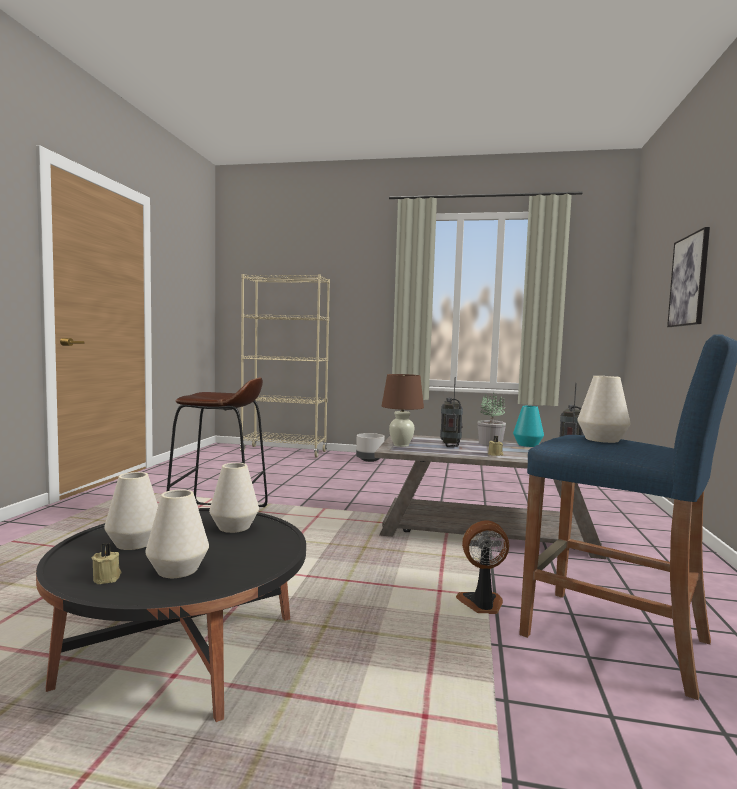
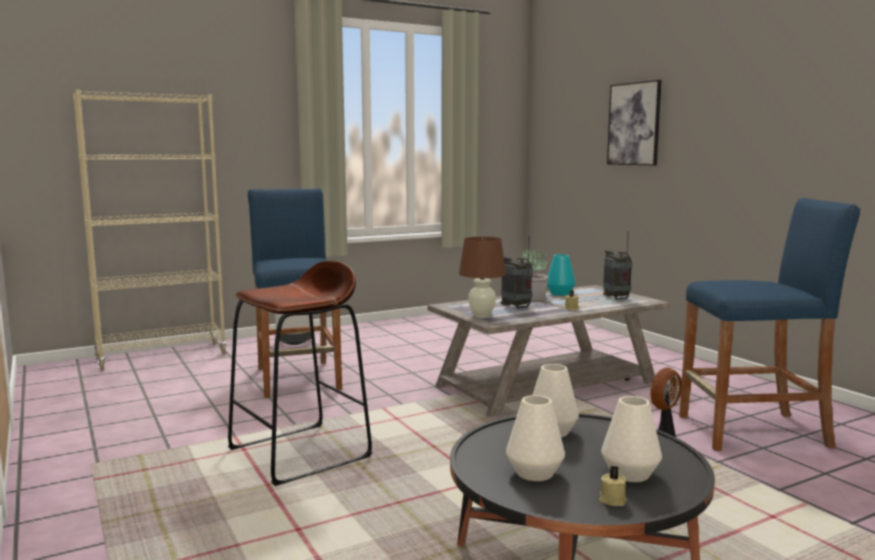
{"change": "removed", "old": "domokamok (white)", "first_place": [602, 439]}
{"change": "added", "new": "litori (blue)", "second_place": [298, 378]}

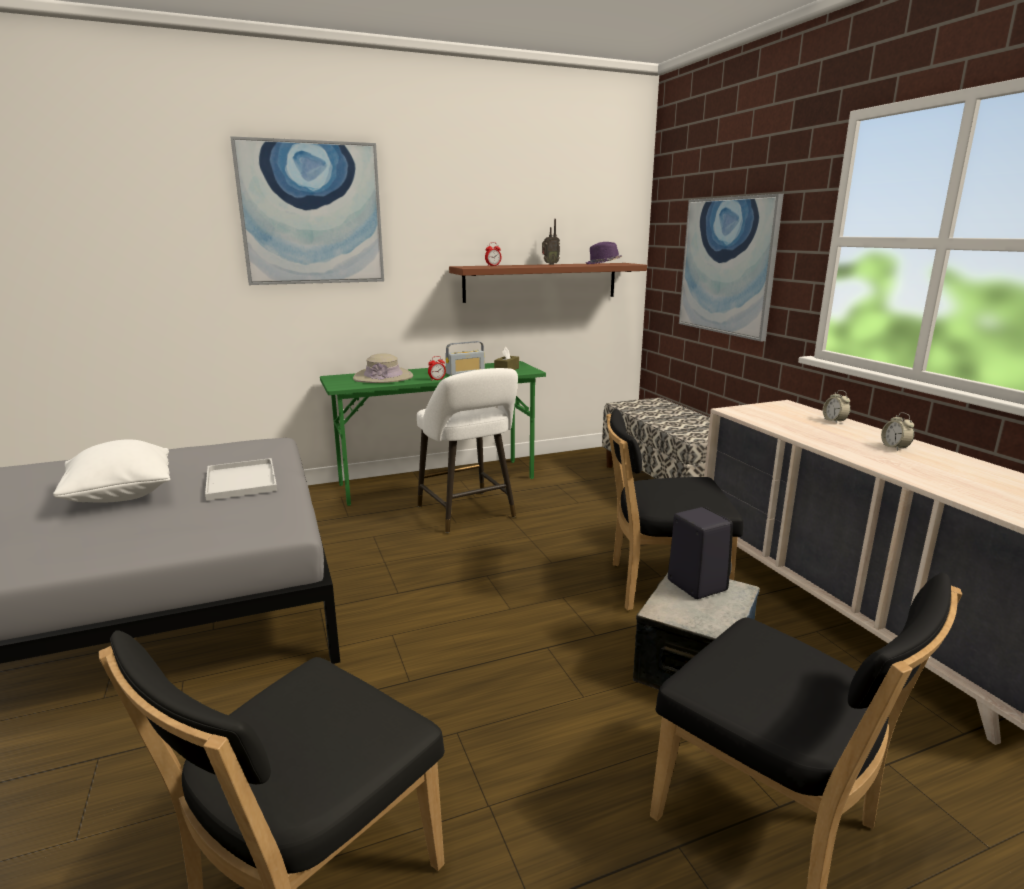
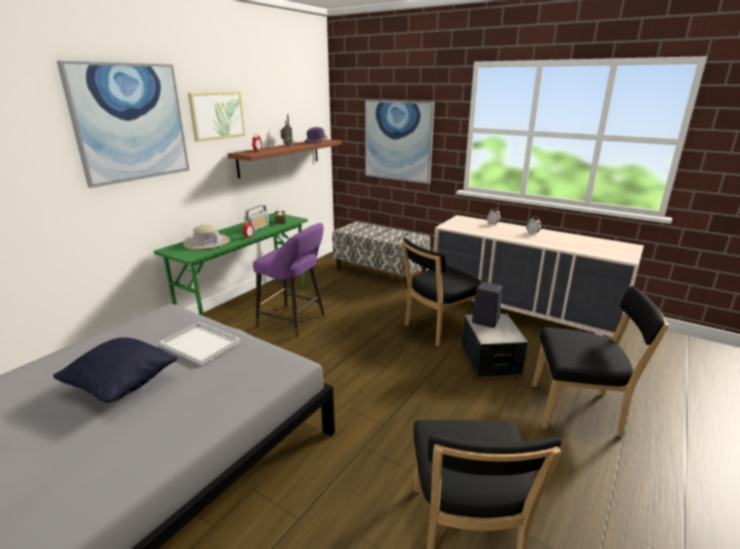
{"change": "added", "new": "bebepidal", "second_place": [217, 115]}
{"change": "recoloured", "old": "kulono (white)", "new": "kulono (black)", "first_place": [121, 496], "second_place": [122, 386]}
{"change": "recoloured", "old": "litori (white)", "new": "litori (purple)", "first_place": [468, 514], "second_place": [294, 322]}

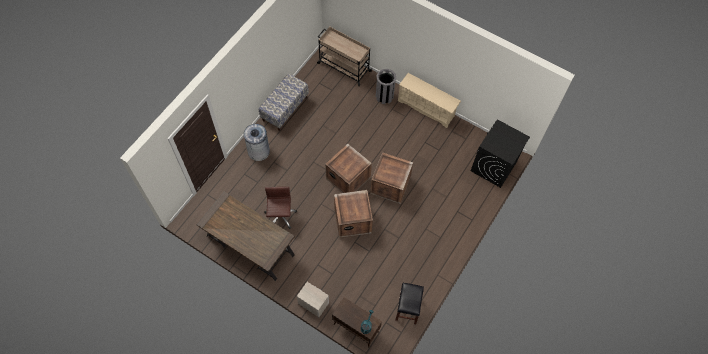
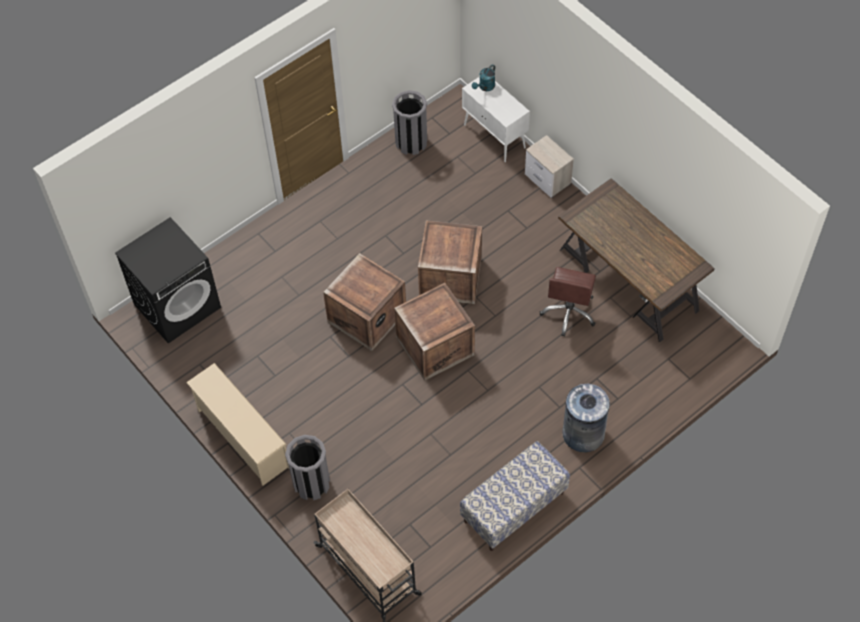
{"change": "replaced", "old": "litori (black)", "new": "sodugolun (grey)", "first_place": [407, 308], "second_place": [411, 142]}
{"change": "recoloured", "old": "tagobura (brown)", "new": "tagobura (white)", "first_place": [355, 328], "second_place": [495, 137]}

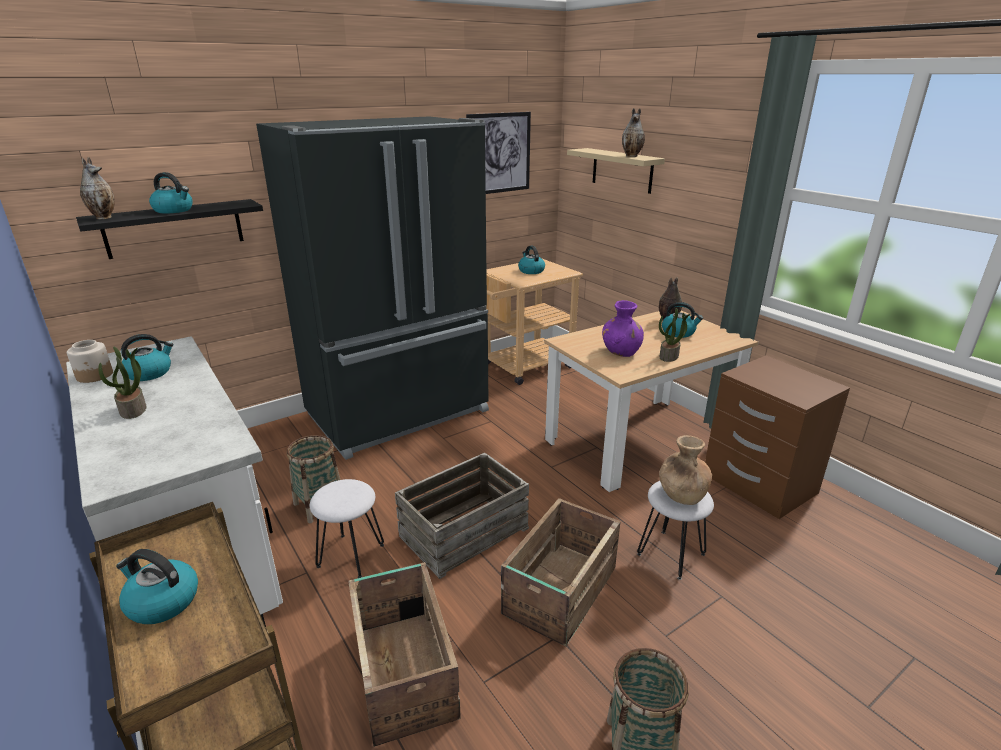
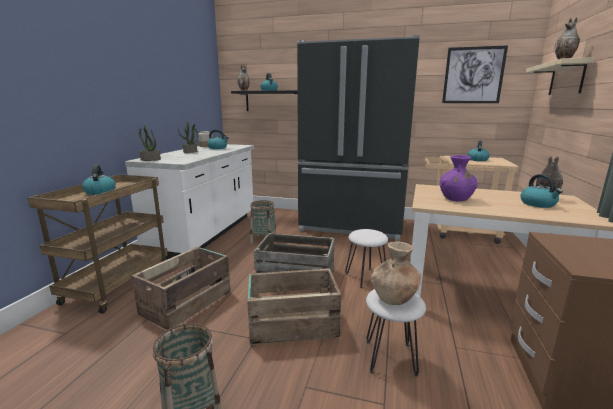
{"change": "moved", "old": "litori (white)", "first_place": [350, 555], "second_place": [365, 277]}
{"change": "moved", "old": "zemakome", "first_place": [669, 356], "second_place": [150, 160]}

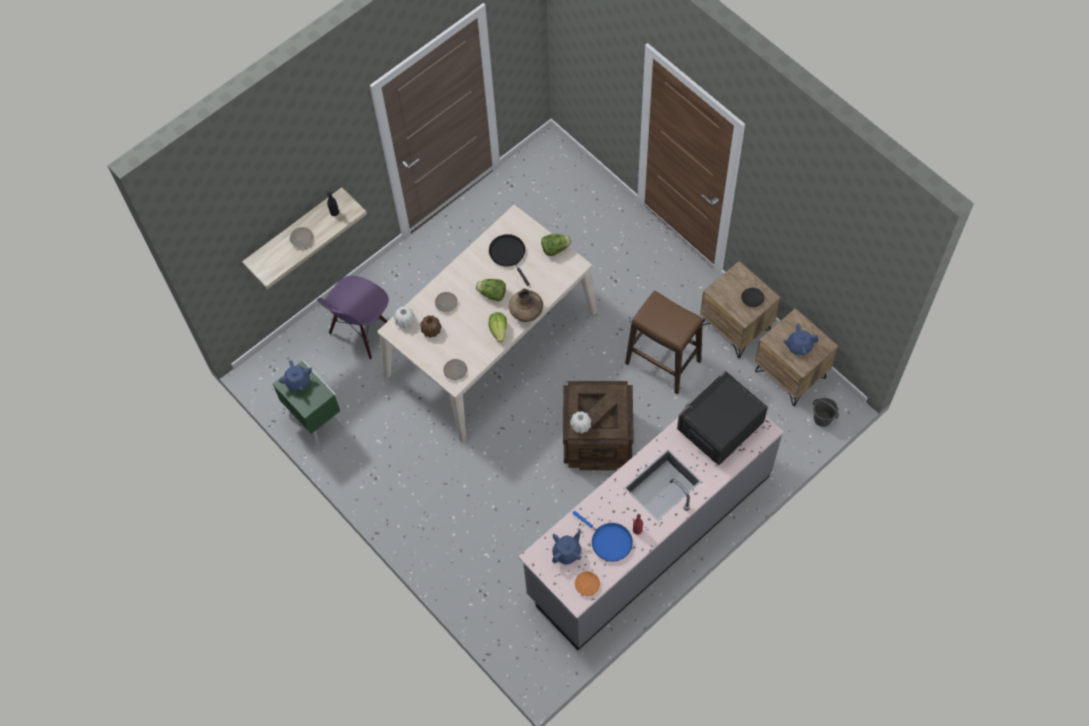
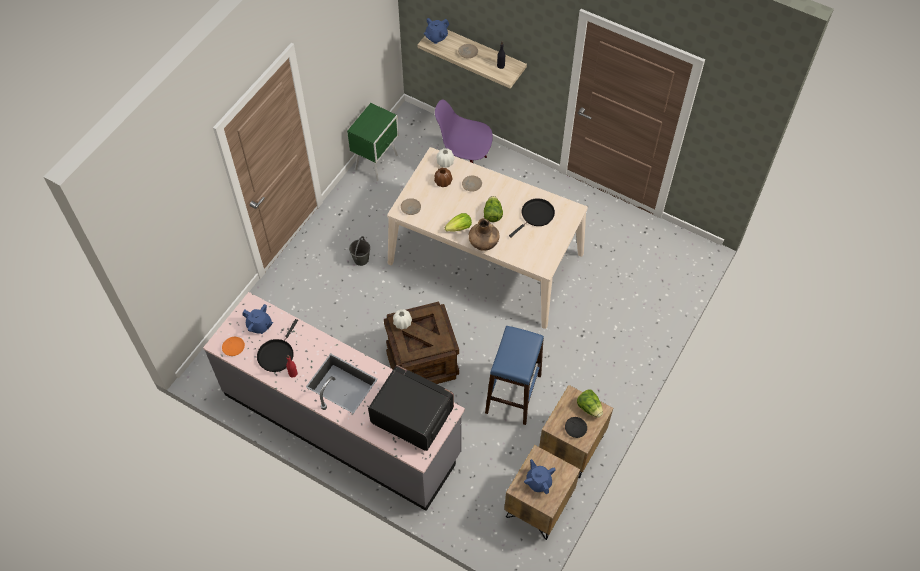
{"change": "moved", "old": "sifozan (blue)", "first_place": [298, 382], "second_place": [436, 37]}
{"change": "moved", "old": "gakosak", "first_place": [555, 249], "second_place": [589, 408]}
{"change": "moved", "old": "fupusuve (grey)", "first_place": [822, 418], "second_place": [361, 259]}
{"change": "recoloured", "old": "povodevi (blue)", "new": "povodevi (black)", "first_place": [609, 541], "second_place": [277, 354]}
{"change": "recoloured", "old": "litori (brown)", "new": "litori (blue)", "first_place": [663, 362], "second_place": [513, 394]}

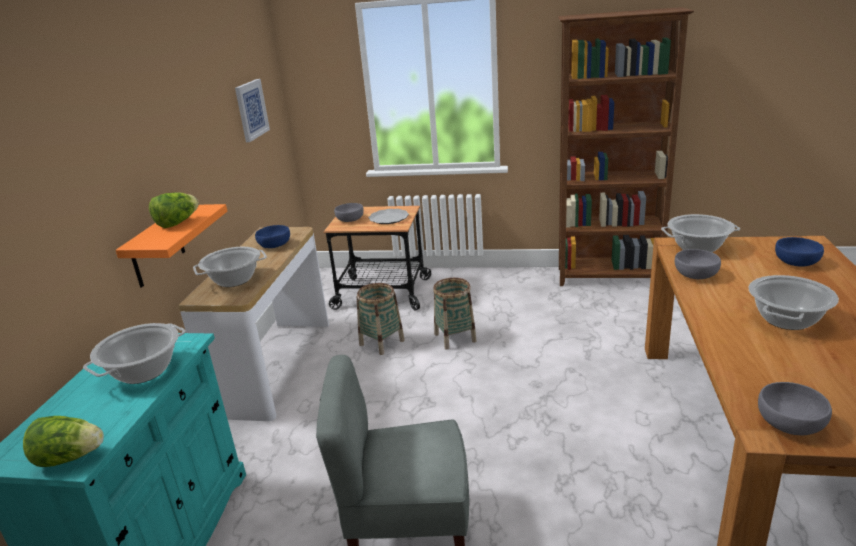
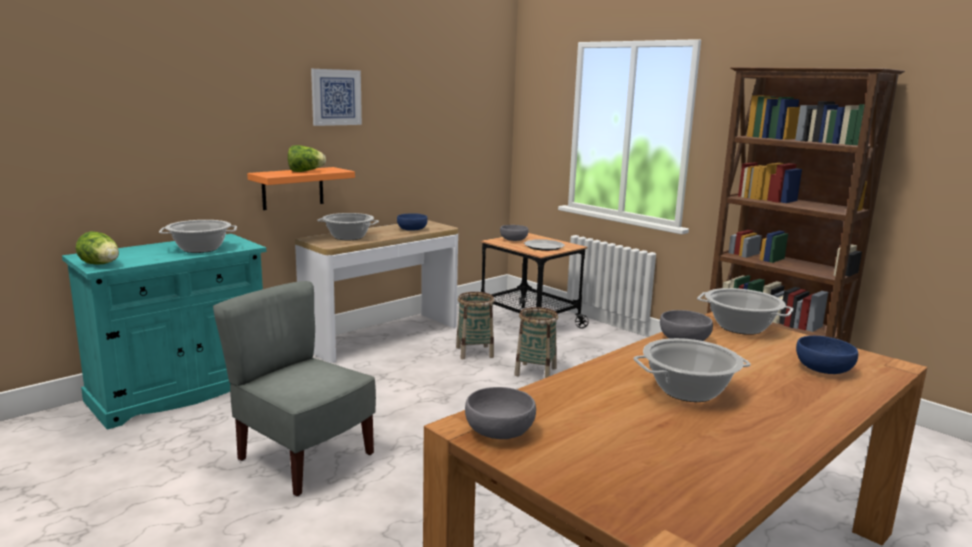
{"change": "moved", "old": "bebepidal", "first_place": [251, 110], "second_place": [336, 97]}

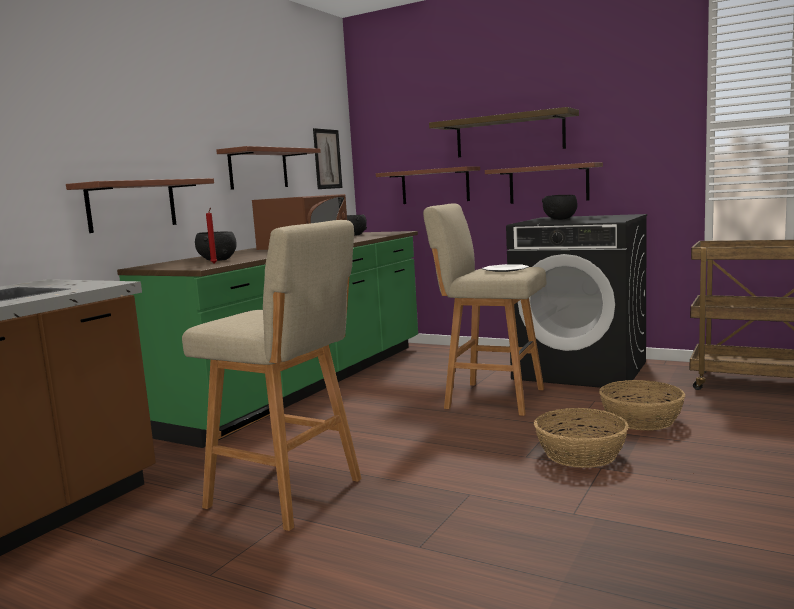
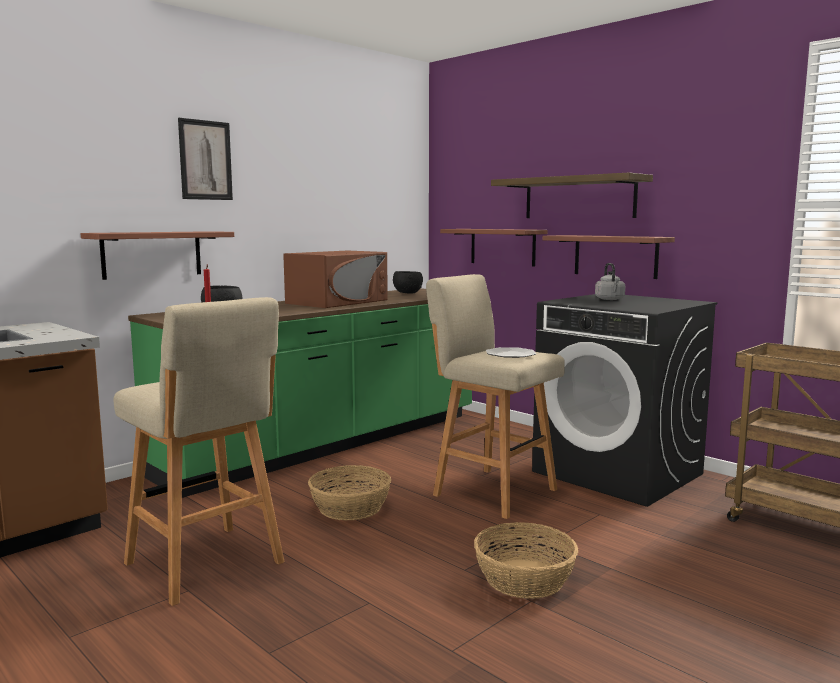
{"change": "removed", "old": "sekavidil", "first_place": [258, 169]}
{"change": "moved", "old": "bebepidal", "first_place": [327, 159], "second_place": [205, 160]}
{"change": "moved", "old": "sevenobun", "first_place": [641, 419], "second_place": [351, 507]}
{"change": "replaced", "old": "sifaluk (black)", "new": "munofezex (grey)", "first_place": [560, 219], "second_place": [610, 299]}

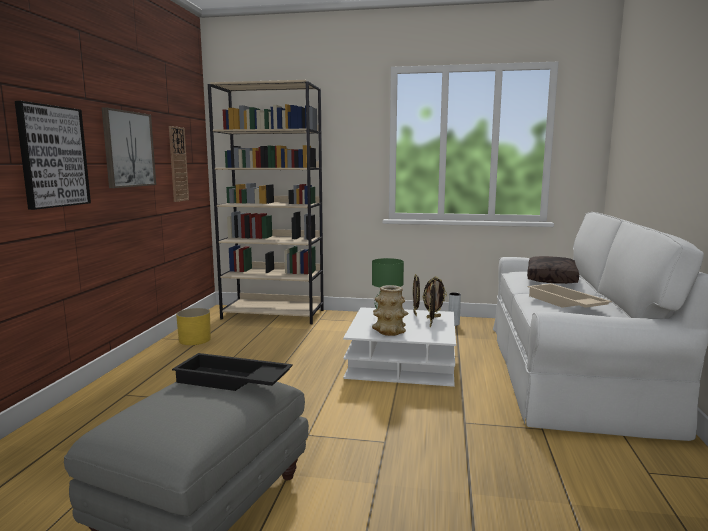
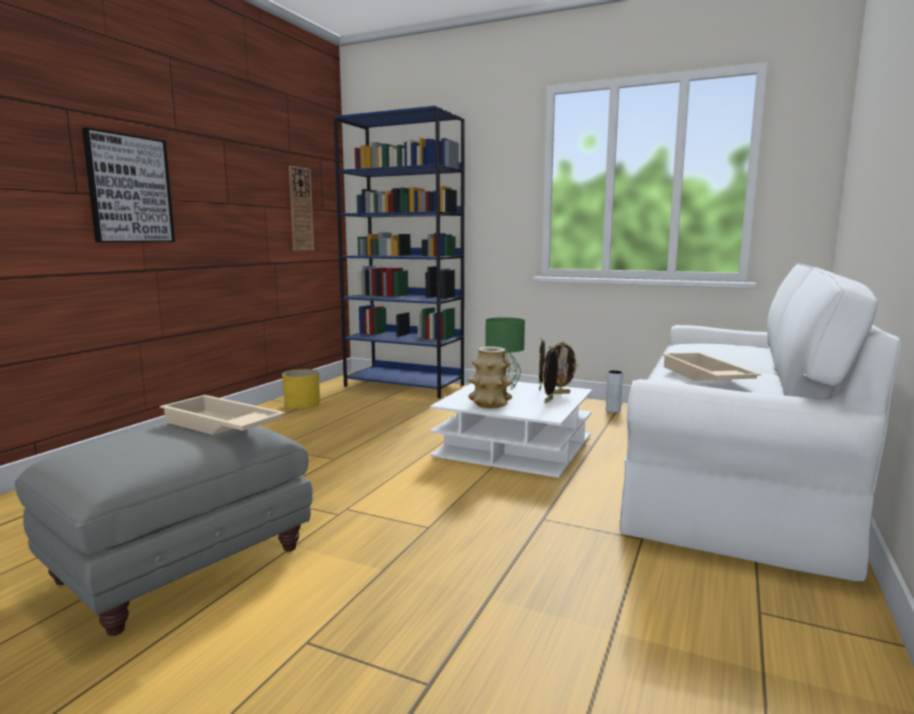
{"change": "removed", "old": "bebepidal", "first_place": [128, 149]}
{"change": "removed", "old": "kulono (brown)", "first_place": [552, 278]}
{"change": "recoloured", "old": "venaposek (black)", "new": "venaposek (beige)", "first_place": [231, 381], "second_place": [220, 426]}
{"change": "recoloured", "old": "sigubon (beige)", "new": "sigubon (blue)", "first_place": [274, 314], "second_place": [405, 386]}

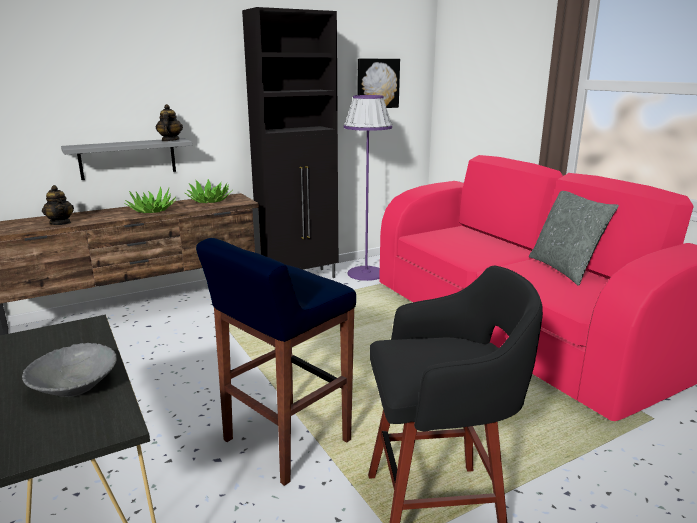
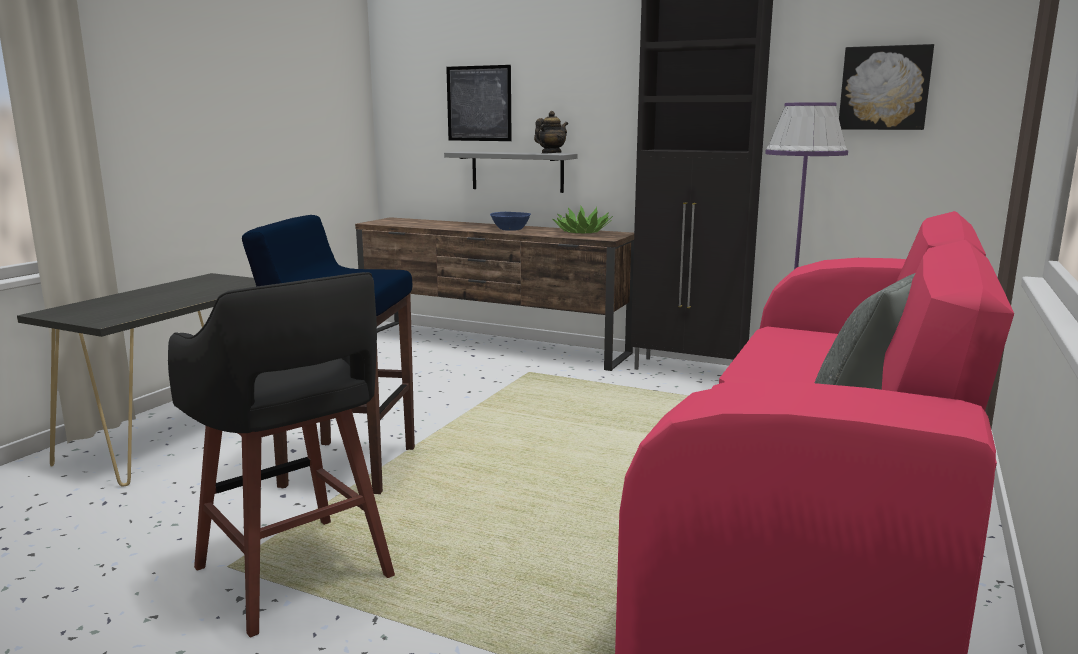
{"change": "removed", "old": "sifaluk (grey)", "first_place": [75, 387]}
{"change": "removed", "old": "sifozan", "first_place": [60, 223]}
{"change": "added", "new": "bebepidal", "second_place": [479, 103]}
{"change": "replaced", "old": "zemakome", "new": "sifaluk (blue)", "first_place": [152, 210], "second_place": [511, 230]}

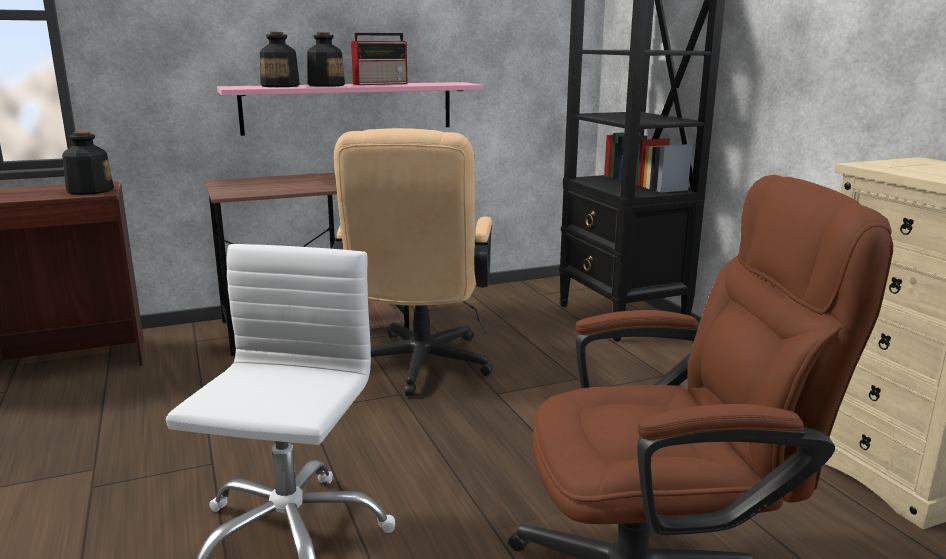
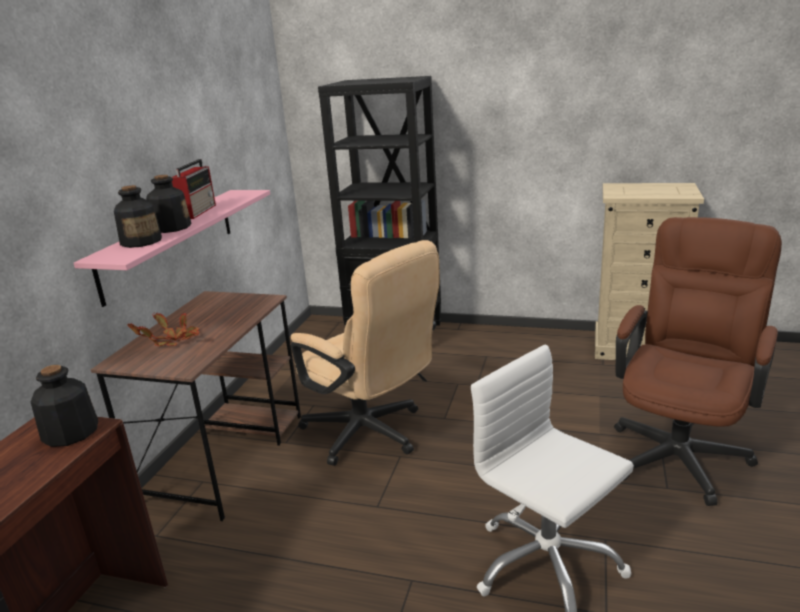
{"change": "added", "new": "zemakome", "second_place": [173, 341]}

